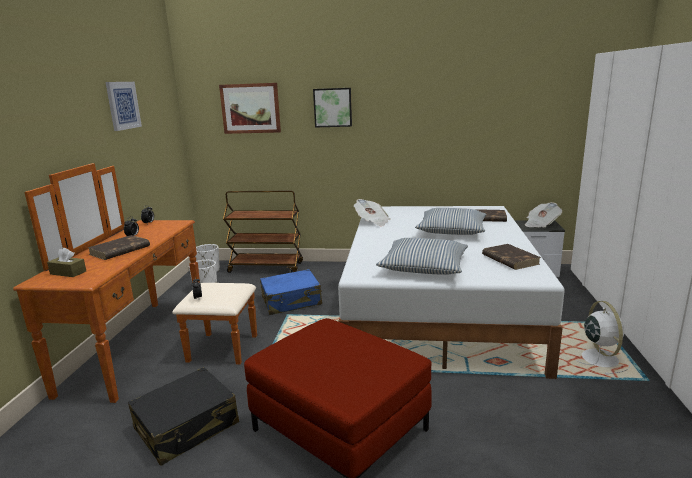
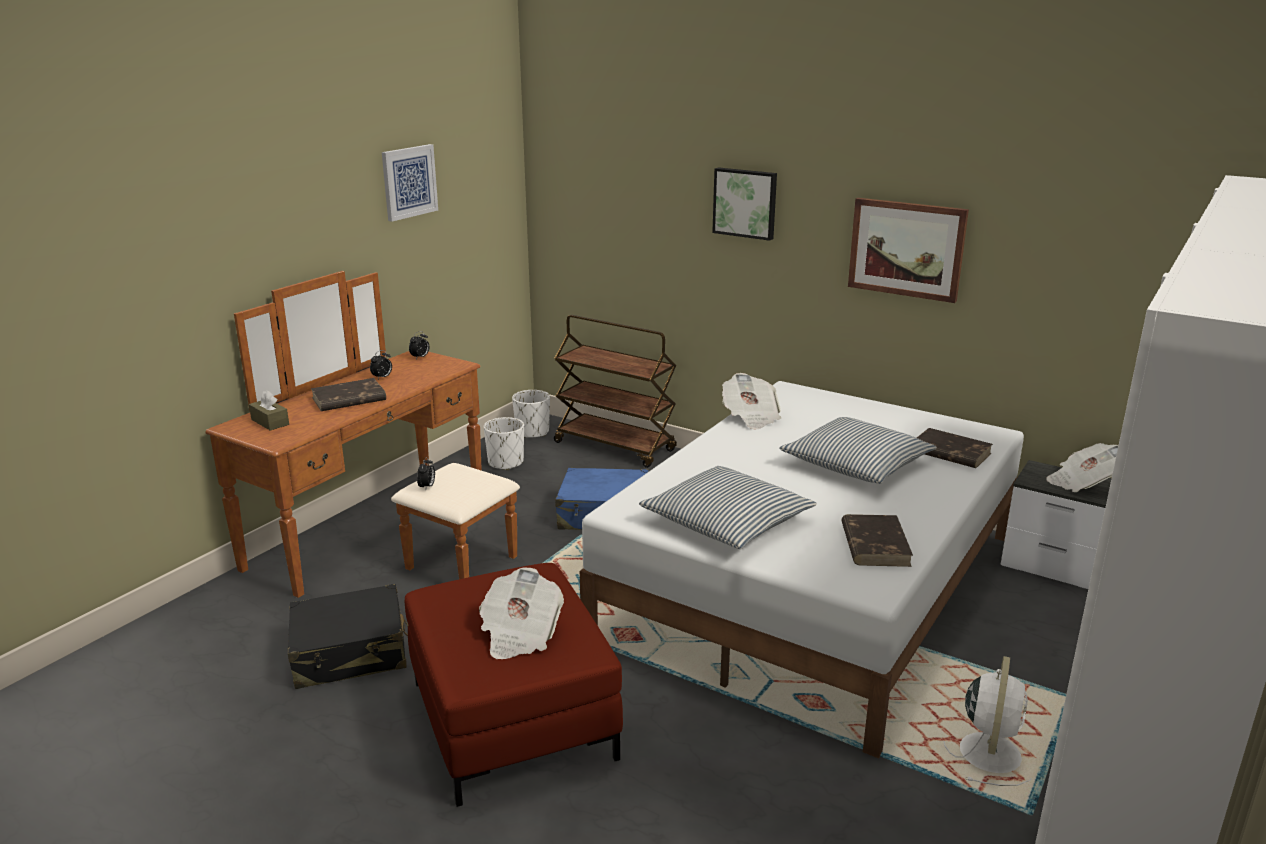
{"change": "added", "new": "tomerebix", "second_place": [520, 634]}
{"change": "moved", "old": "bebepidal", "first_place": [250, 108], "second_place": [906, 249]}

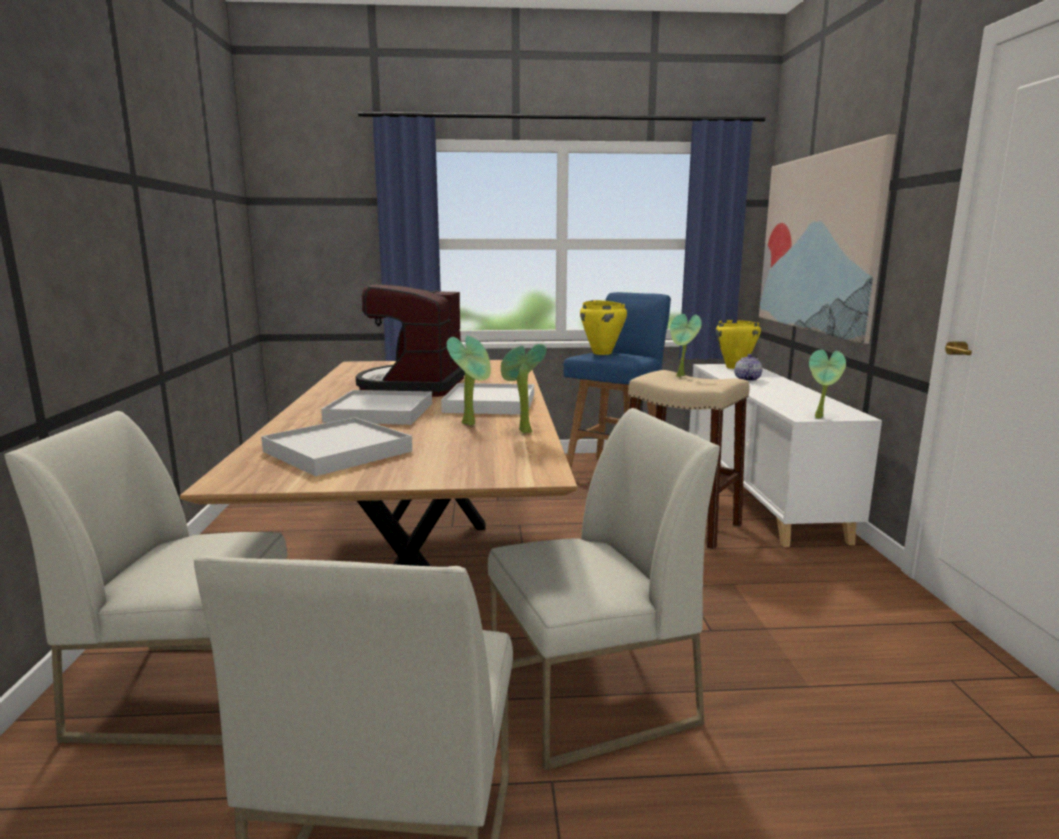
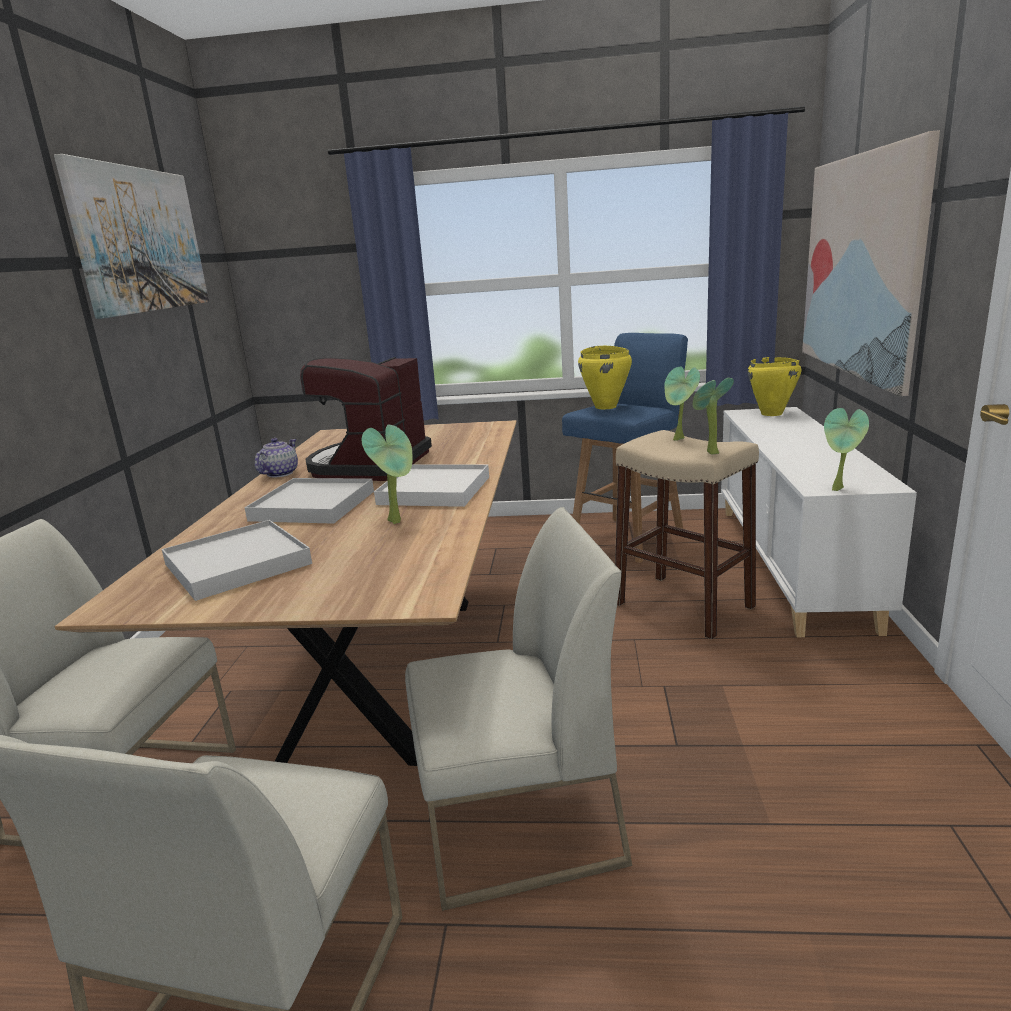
{"change": "added", "new": "bebepidal", "second_place": [139, 240]}
{"change": "moved", "old": "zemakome", "first_place": [521, 431], "second_place": [709, 453]}
{"change": "moved", "old": "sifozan", "first_place": [747, 379], "second_place": [279, 474]}

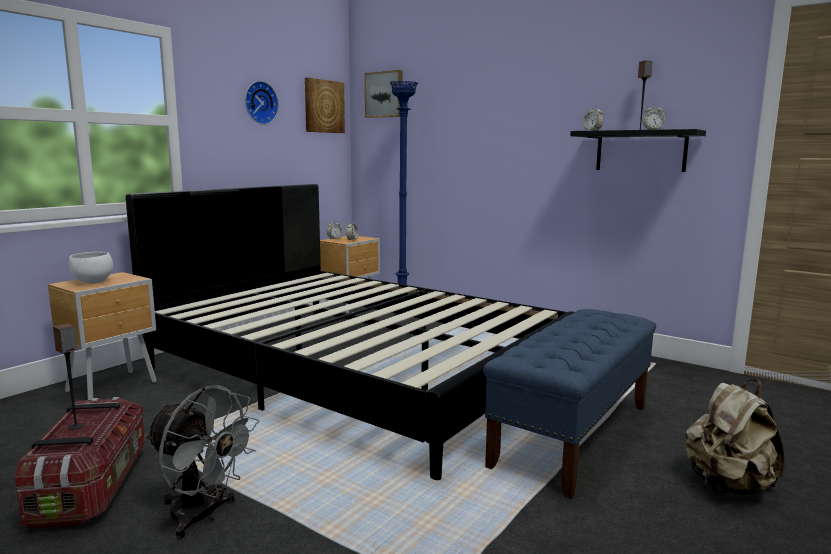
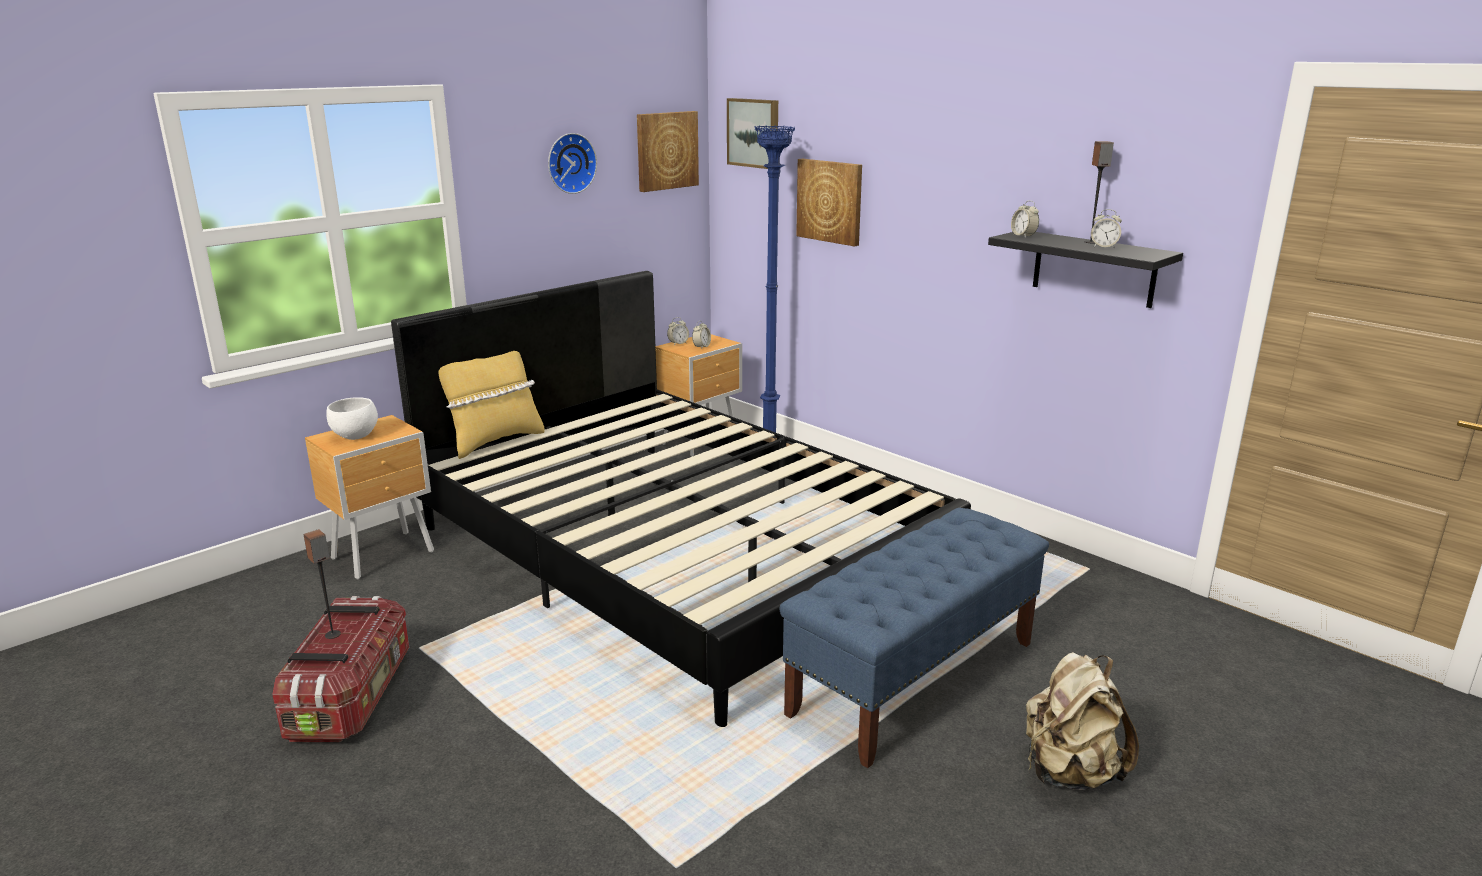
{"change": "removed", "old": "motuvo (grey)", "first_place": [203, 516]}
{"change": "added", "new": "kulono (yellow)", "second_place": [494, 441]}
{"change": "added", "new": "bebepidal", "second_place": [830, 201]}

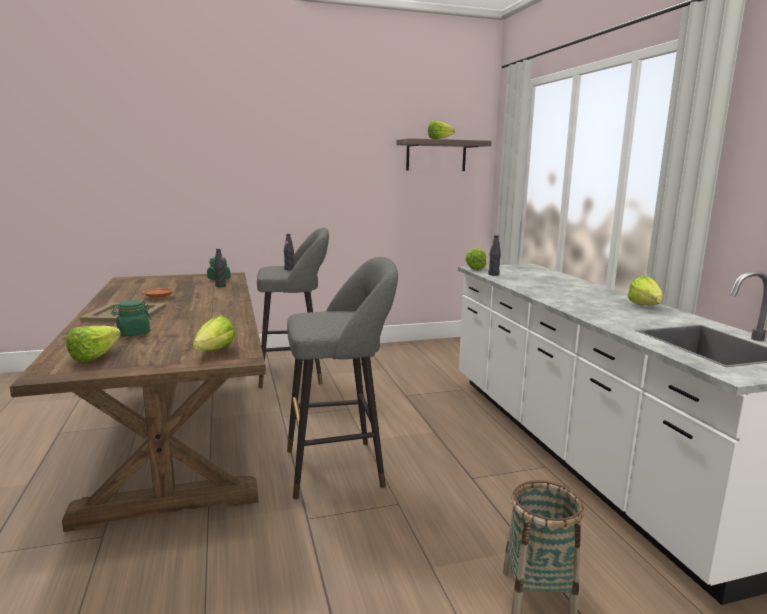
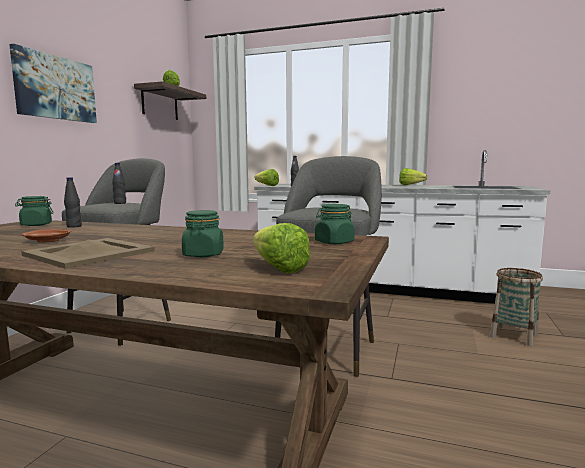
{"change": "added", "new": "bebepidal", "second_place": [55, 88]}
{"change": "replaced", "old": "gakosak", "new": "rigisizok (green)", "first_place": [210, 353], "second_place": [334, 242]}

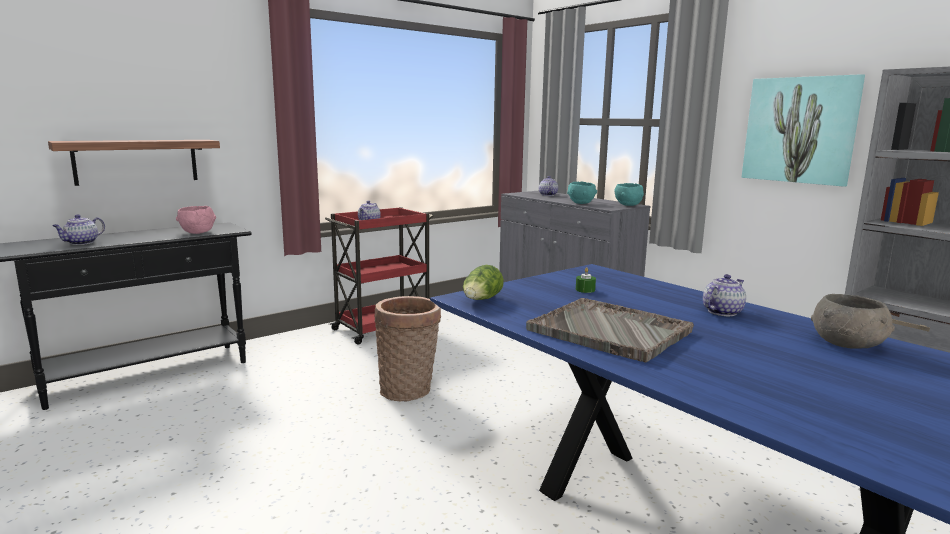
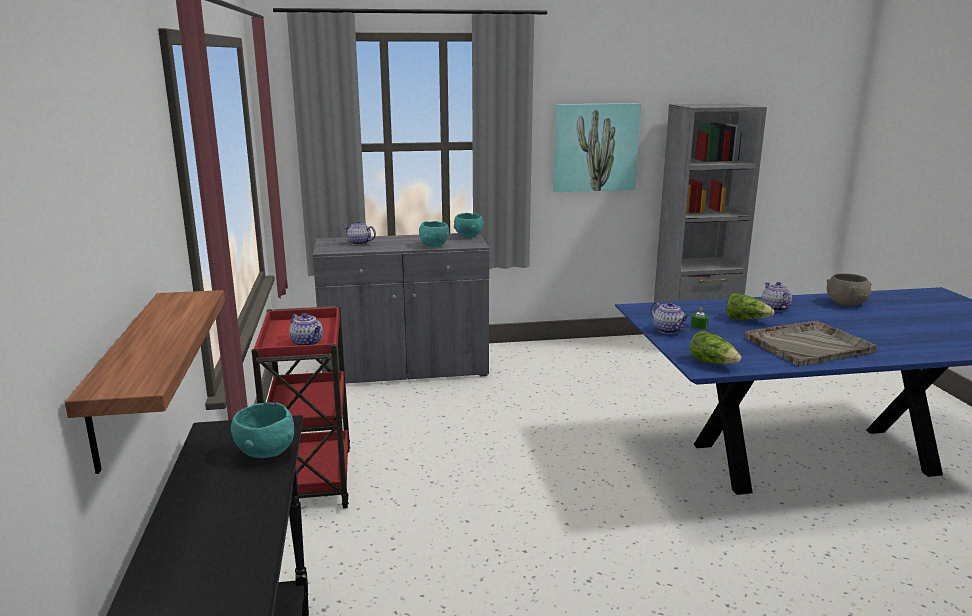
{"change": "removed", "old": "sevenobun", "first_place": [409, 390]}
{"change": "added", "new": "gakosak", "second_place": [746, 320]}
{"change": "moved", "old": "sifozan", "first_place": [81, 243], "second_place": [669, 330]}
{"change": "recoloured", "old": "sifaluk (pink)", "new": "sifaluk (turquoise)", "first_place": [197, 233], "second_place": [266, 452]}

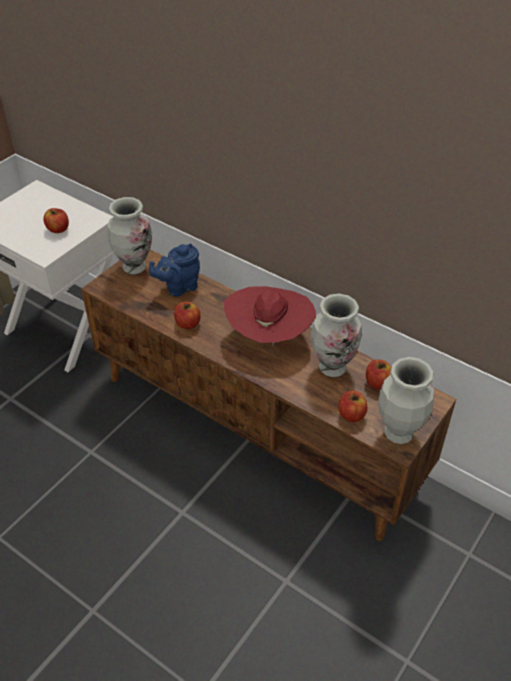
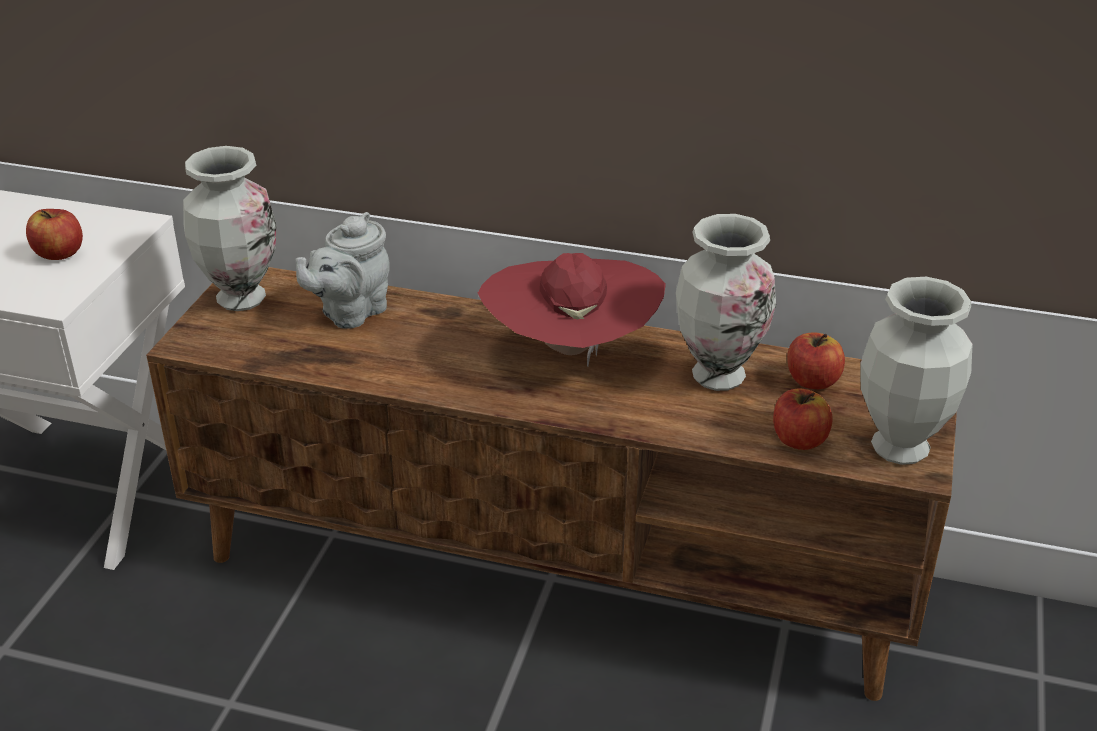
{"change": "removed", "old": "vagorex", "first_place": [187, 323]}
{"change": "recoloured", "old": "sifozan (blue)", "new": "sifozan (grey)", "first_place": [179, 287], "second_place": [350, 313]}

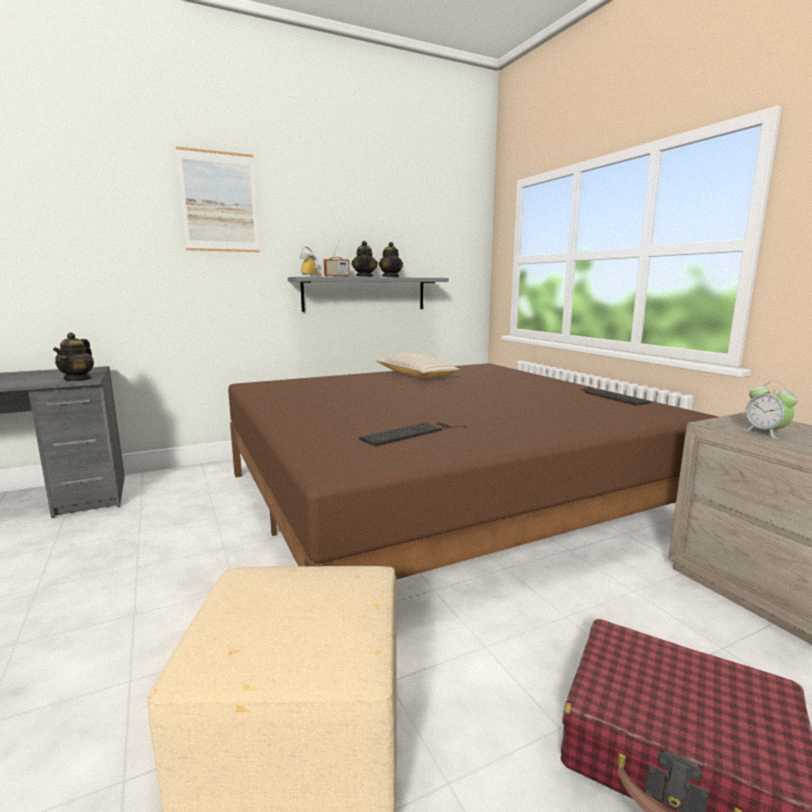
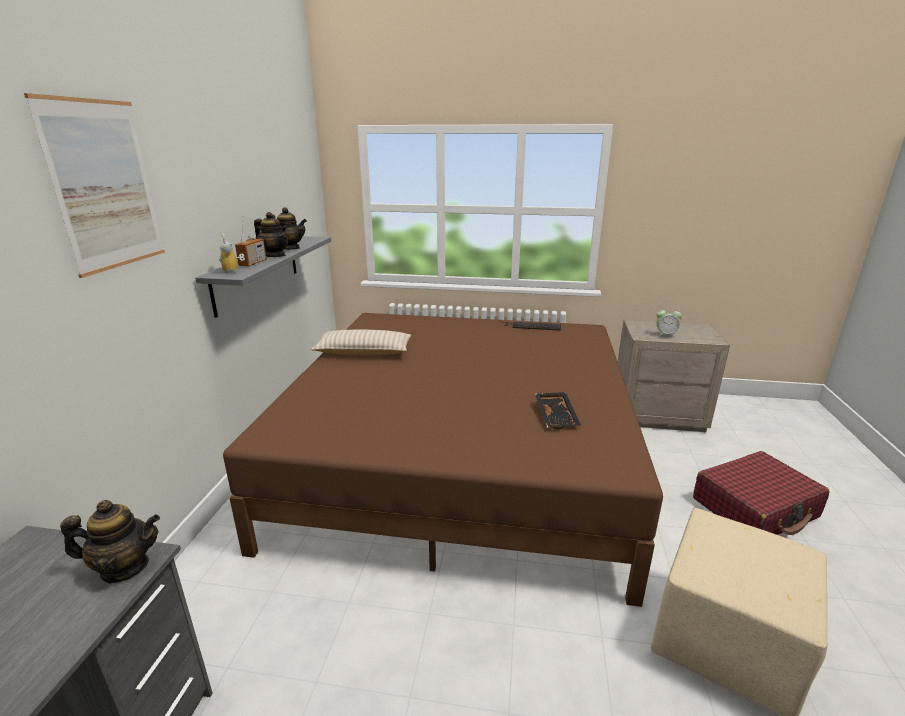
{"change": "replaced", "old": "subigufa", "new": "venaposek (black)", "first_place": [411, 433], "second_place": [557, 416]}
{"change": "turned", "old": "sifozan", "first_place": [78, 379], "second_place": [125, 567], "degrees": -45}

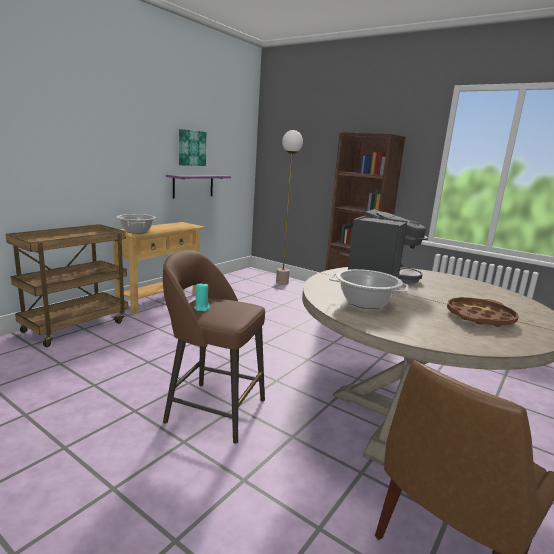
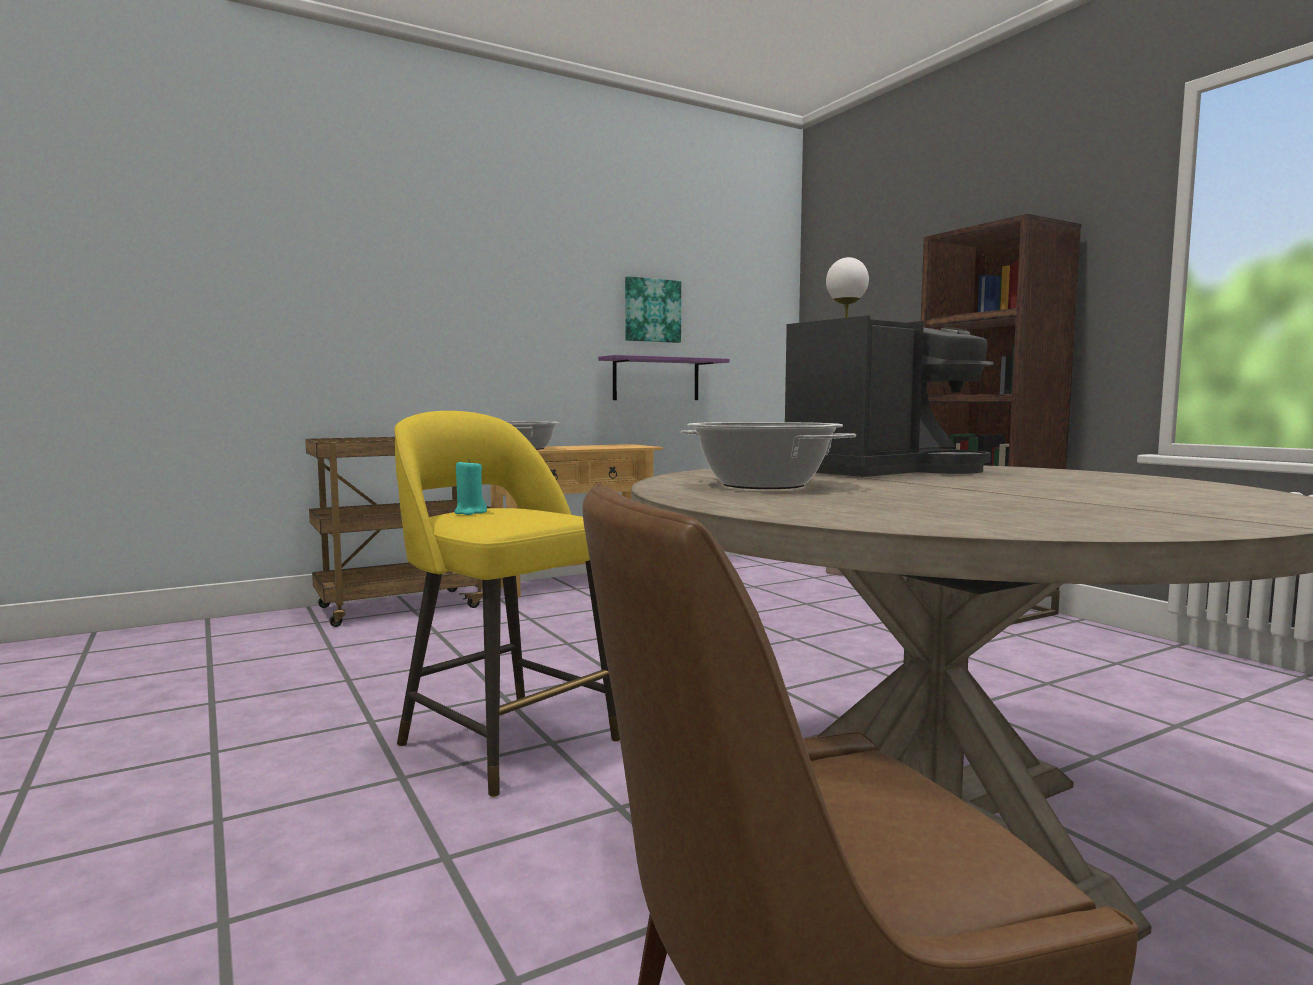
{"change": "removed", "old": "venaposek (brown)", "first_place": [479, 317]}
{"change": "recoloured", "old": "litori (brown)", "new": "litori (yellow)", "first_place": [213, 410], "second_place": [505, 740]}

